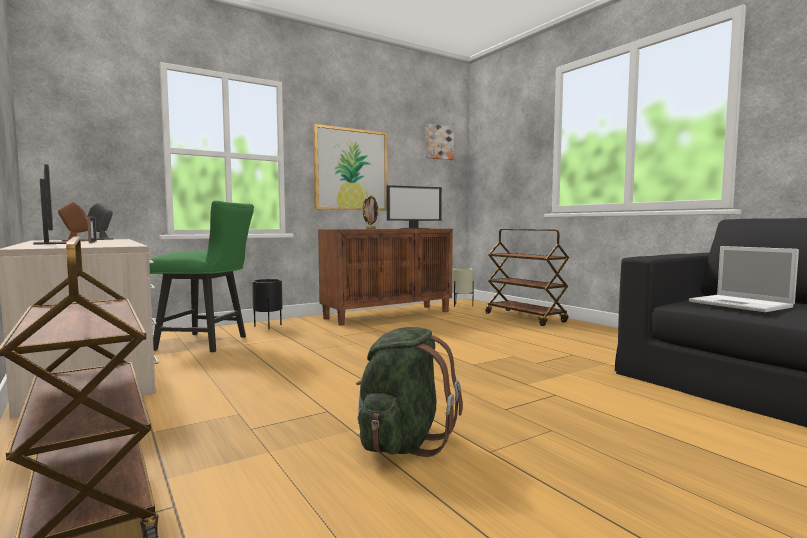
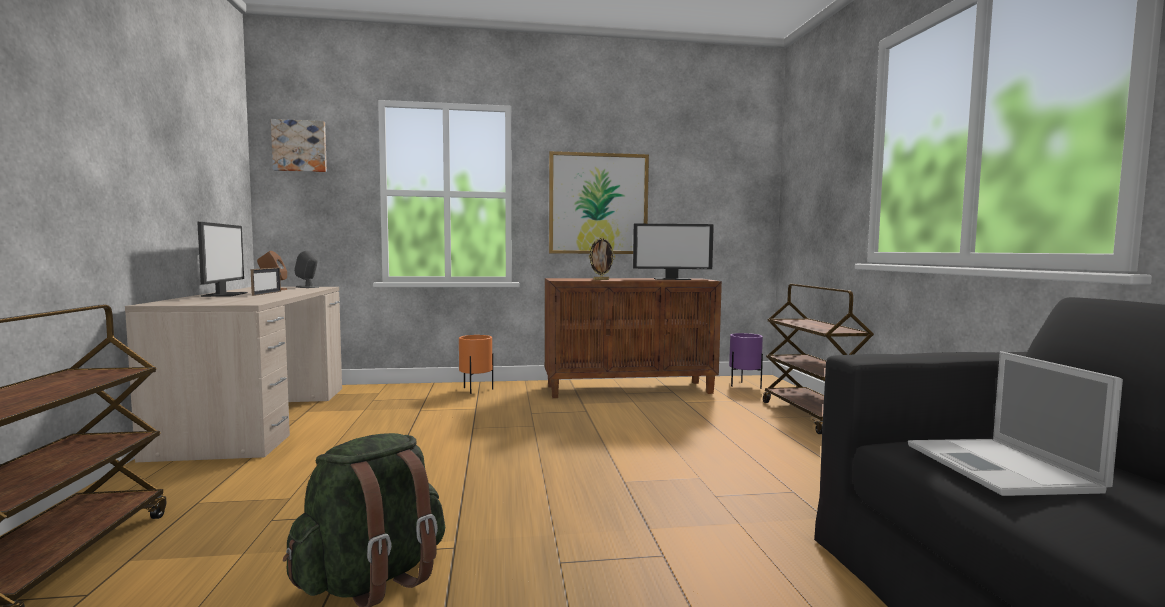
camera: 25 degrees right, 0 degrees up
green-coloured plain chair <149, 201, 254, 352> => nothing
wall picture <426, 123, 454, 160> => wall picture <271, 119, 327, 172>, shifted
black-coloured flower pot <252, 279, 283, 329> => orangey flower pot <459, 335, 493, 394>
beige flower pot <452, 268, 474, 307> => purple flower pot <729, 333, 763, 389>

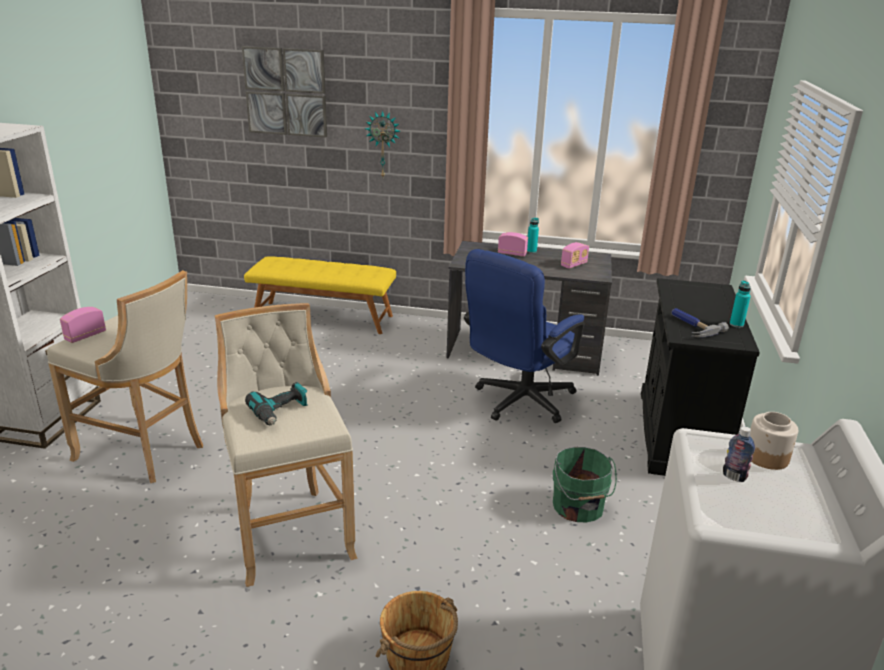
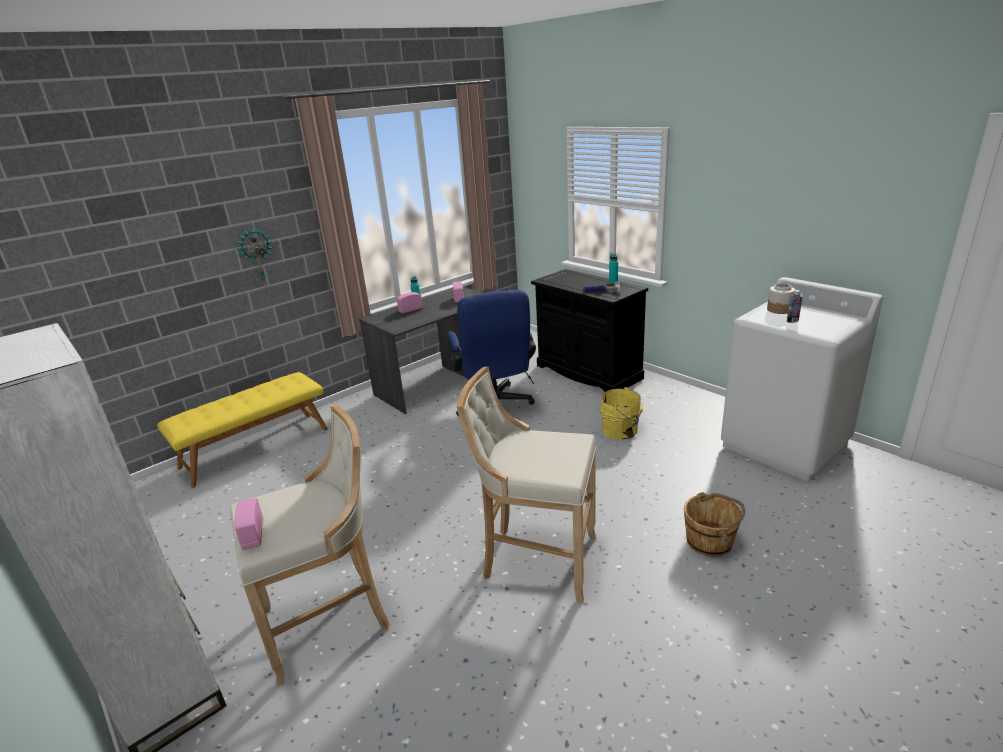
camera: 50 degrees left, 0 degrees up
wall picture <242, 46, 327, 137> => nothing
power drill <245, 382, 307, 425> => nothing
green-coloured pail <553, 447, 617, 522> => yellow pail <600, 387, 643, 439>

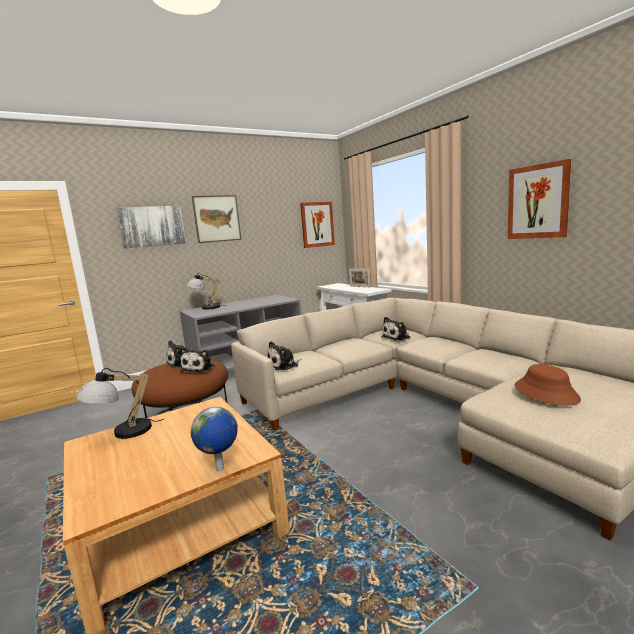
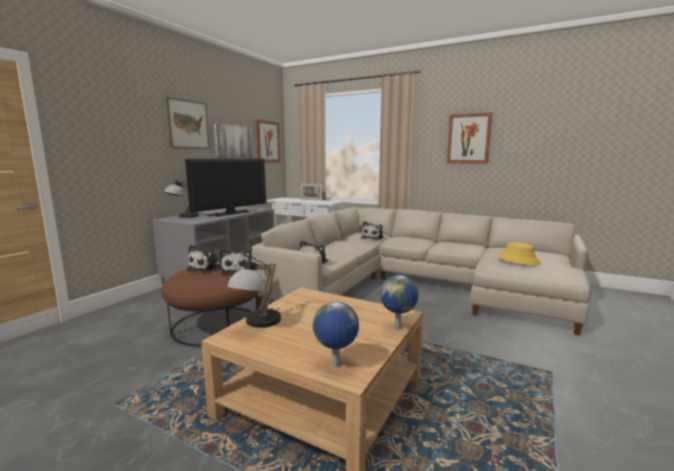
camera: 30 degrees left, 0 degrees up
nothing => TV <185, 159, 266, 216>
nothing => desk globe <313, 301, 359, 367>
wall picture <117, 206, 186, 248> => wall picture <214, 124, 253, 158>, shifted
brown-coloured clothing hat <515, 364, 581, 406> => yellow clothing hat <497, 242, 541, 265>

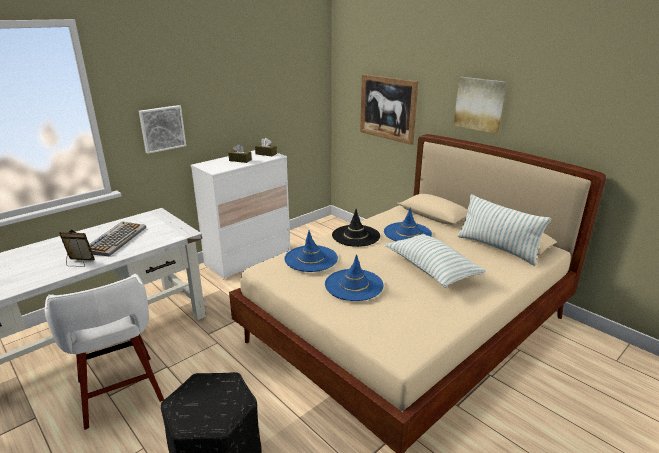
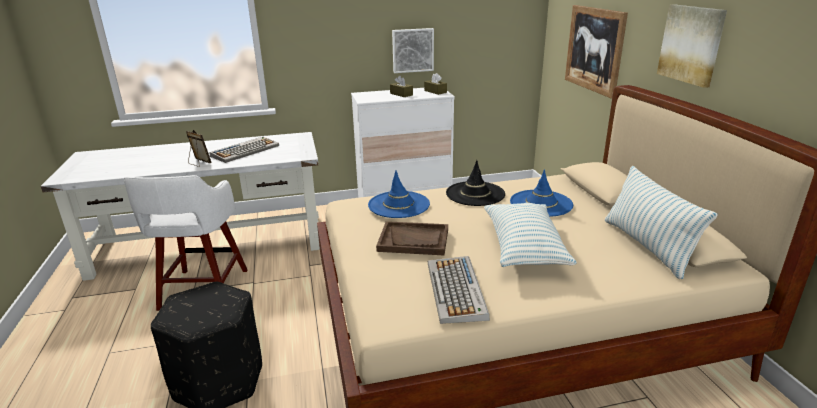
camera: 30 degrees right, 0 degrees up
nothing => computer keyboard <428, 256, 490, 324>
wall picture <139, 105, 186, 154> => wall picture <392, 28, 434, 73>, shifted
blue-coloured clothing hat <325, 254, 383, 301> => brown-coloured serving tray <376, 221, 448, 256>

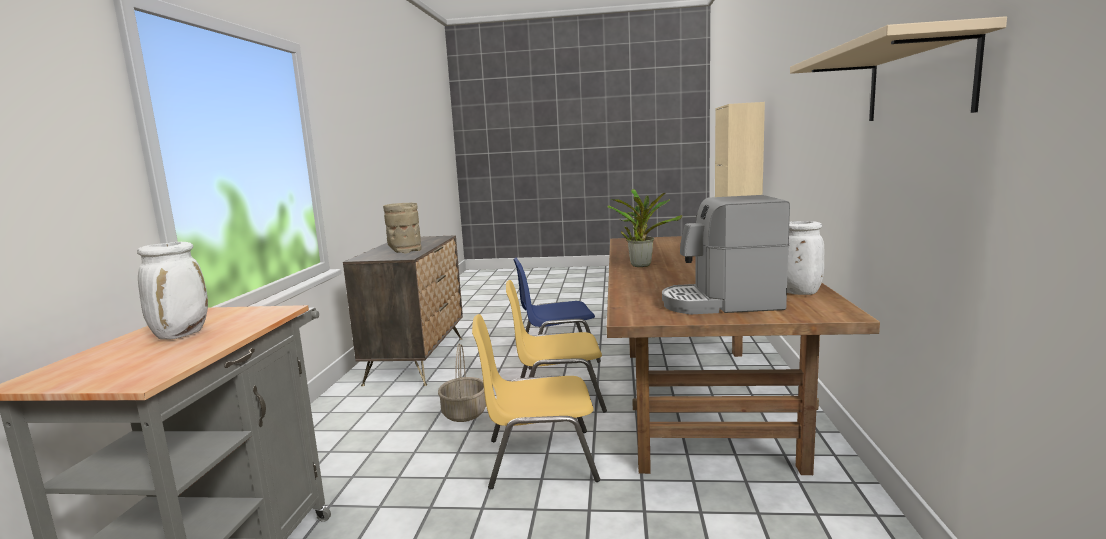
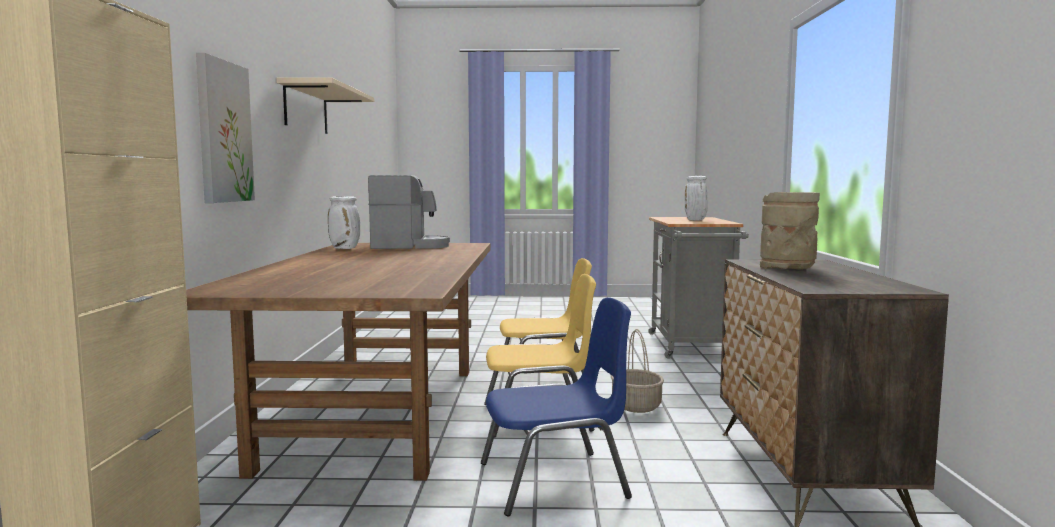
camera: 175 degrees right, 5 degrees down
plant in a pot <608, 189, 682, 267> => nothing
nothing => wall picture <196, 53, 255, 203>

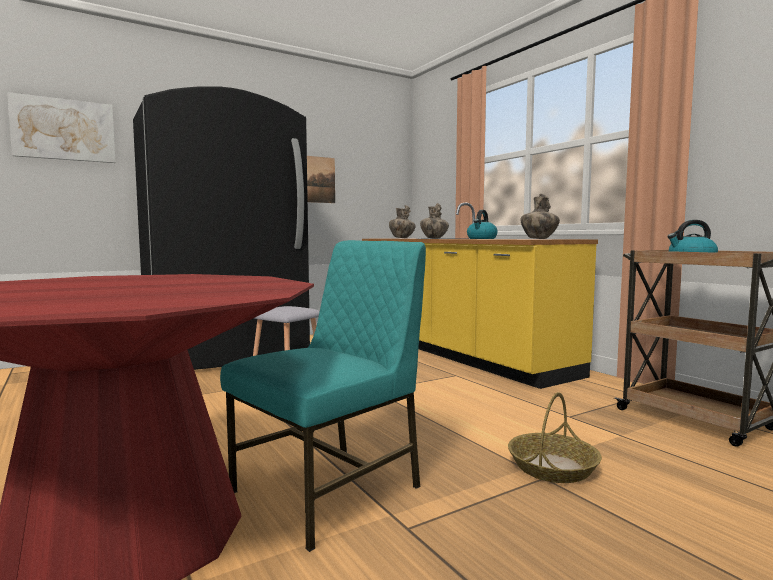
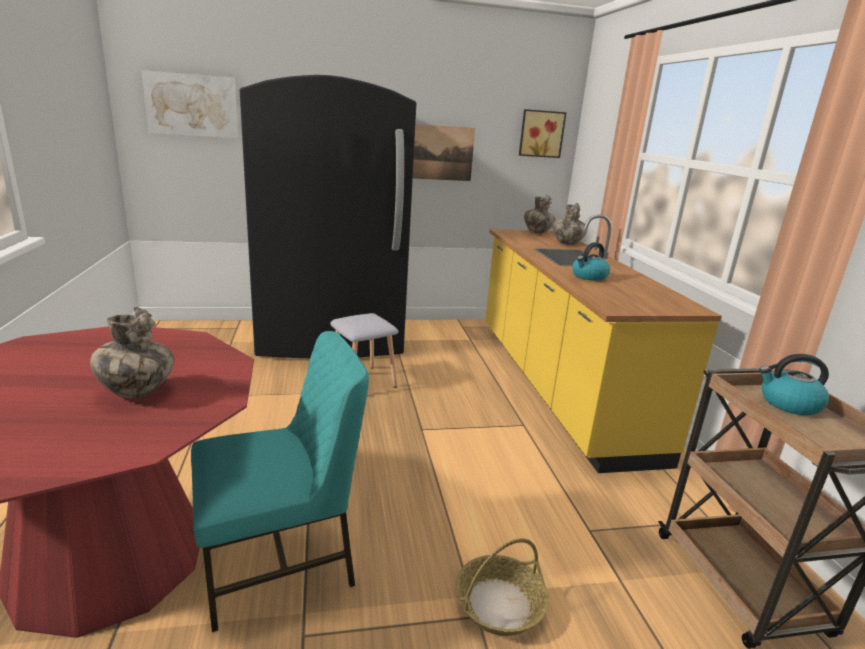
camera: 20 degrees right, 15 degrees up
nothing => wall picture <519, 109, 567, 158>
decorative vase <521, 194, 560, 239> => decorative vase <90, 307, 175, 399>, shifted

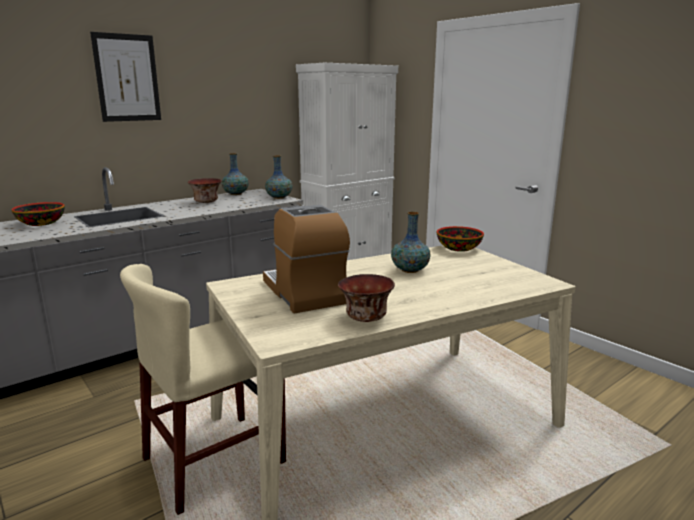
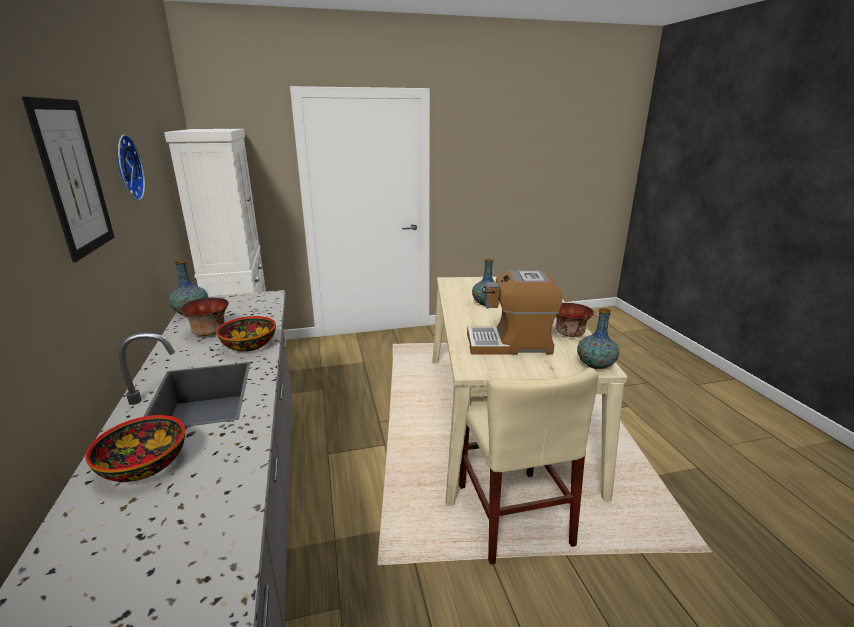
camera: 65 degrees left, 5 degrees up
nothing => hanging clock <117, 134, 145, 201>
decorative vase <265, 156, 292, 199> => decorative vase <577, 308, 619, 369>, shifted
bowl <437, 226, 484, 252> => bowl <216, 316, 276, 352>, shifted

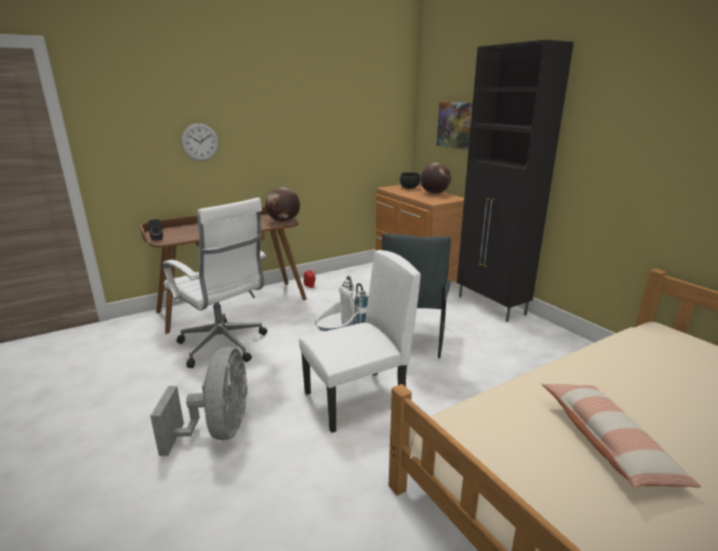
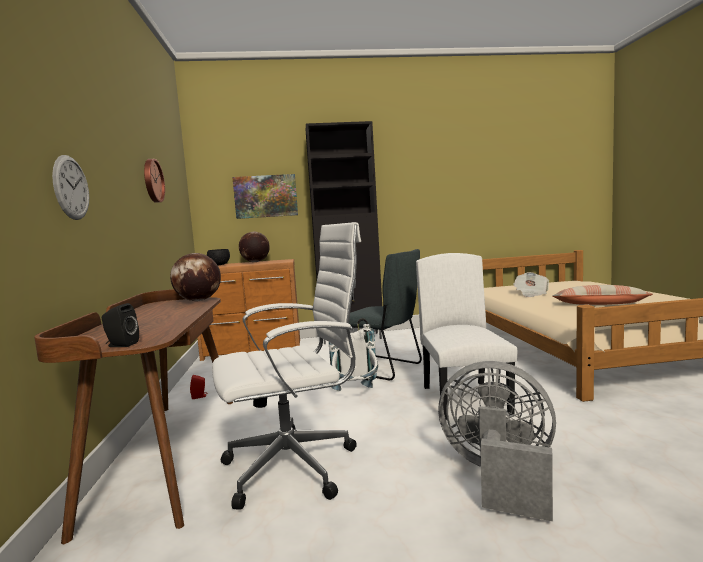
camera: 65 degrees left, 15 degrees down
nothing => hanging clock <144, 159, 165, 203>
nothing => newspaper <513, 272, 549, 297>

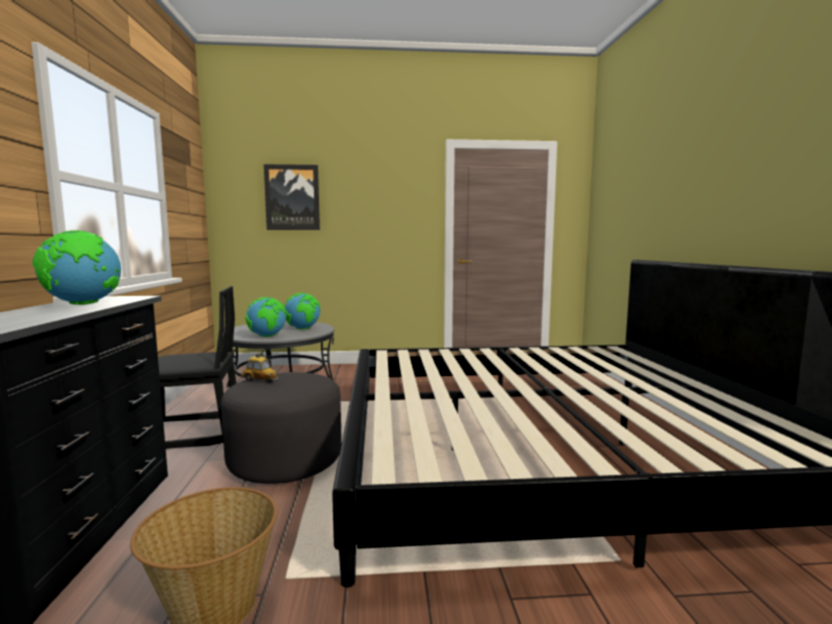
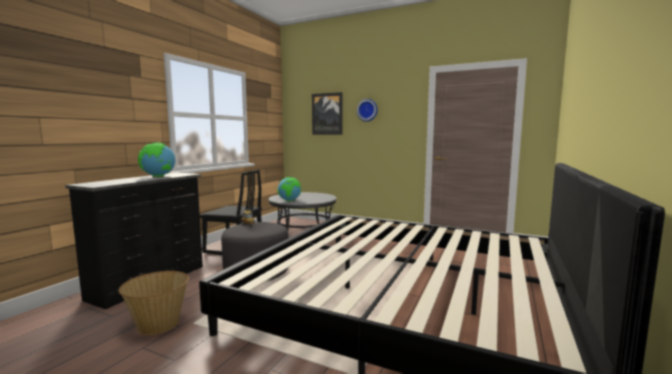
camera: 30 degrees right, 0 degrees up
desk globe <284, 293, 320, 329> => nothing
nothing => hanging clock <357, 99, 378, 122>

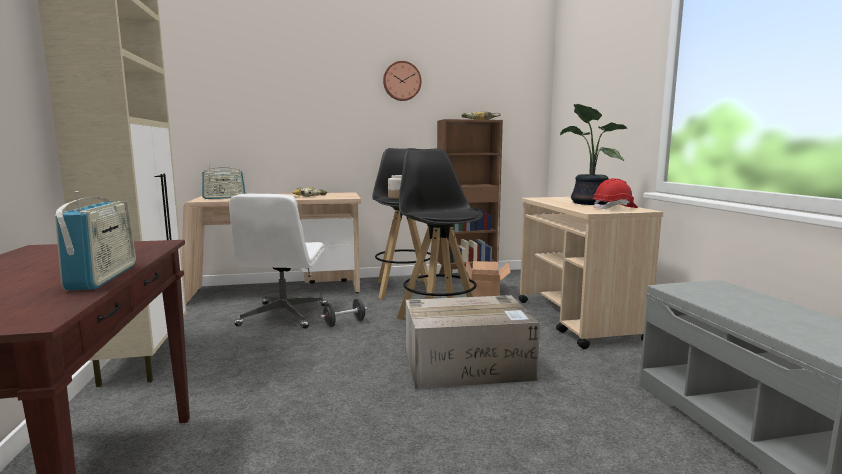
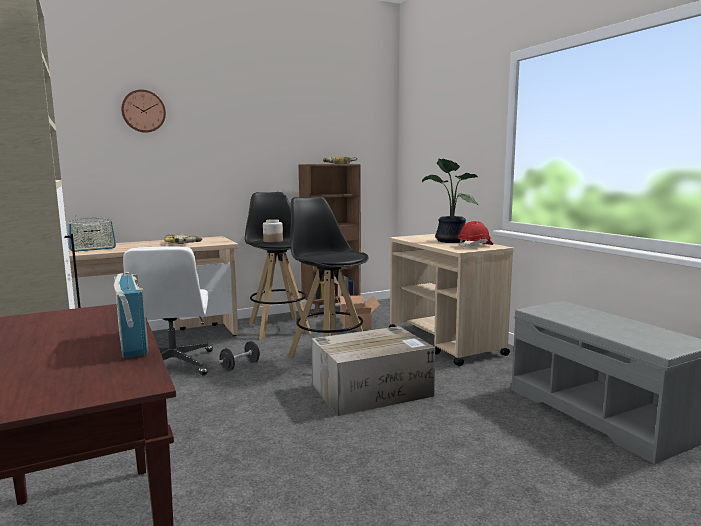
camera: 15 degrees left, 0 degrees up
hanging clock <383, 61, 422, 101> => hanging clock <121, 90, 166, 133>, shifted

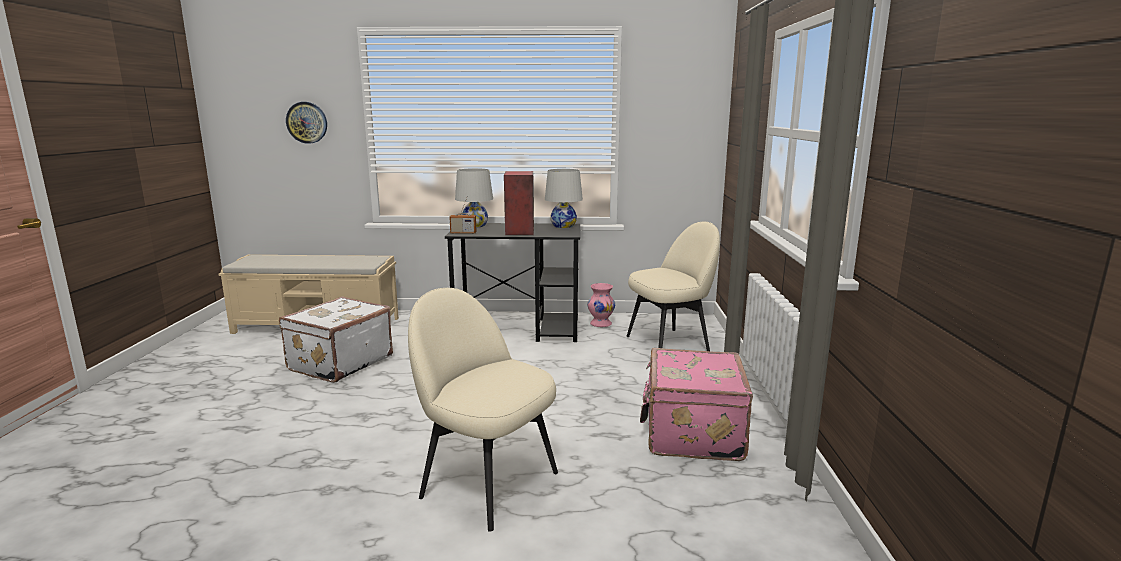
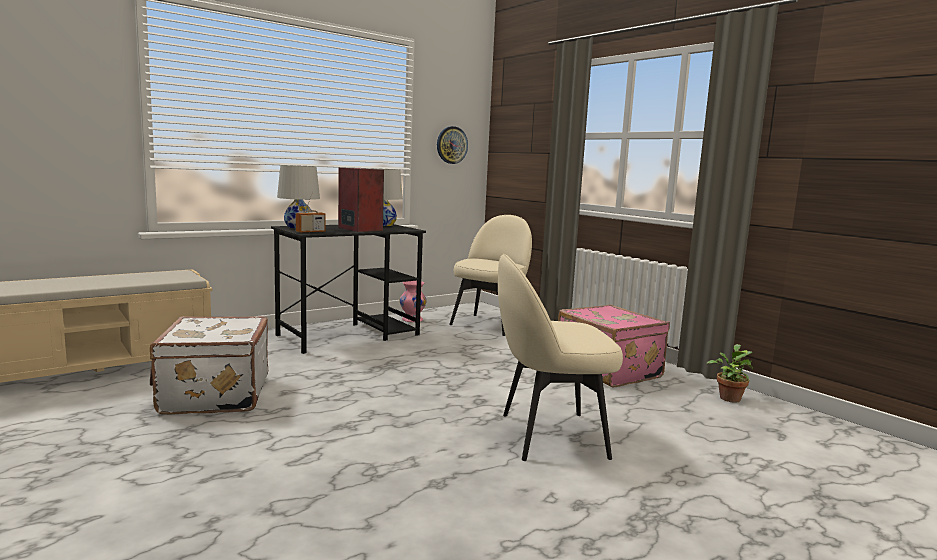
camera: 40 degrees left, 5 degrees down
nothing => plant in a pot <707, 344, 753, 402>
hanging clock <286, 102, 327, 144> => hanging clock <437, 126, 468, 164>, shifted

